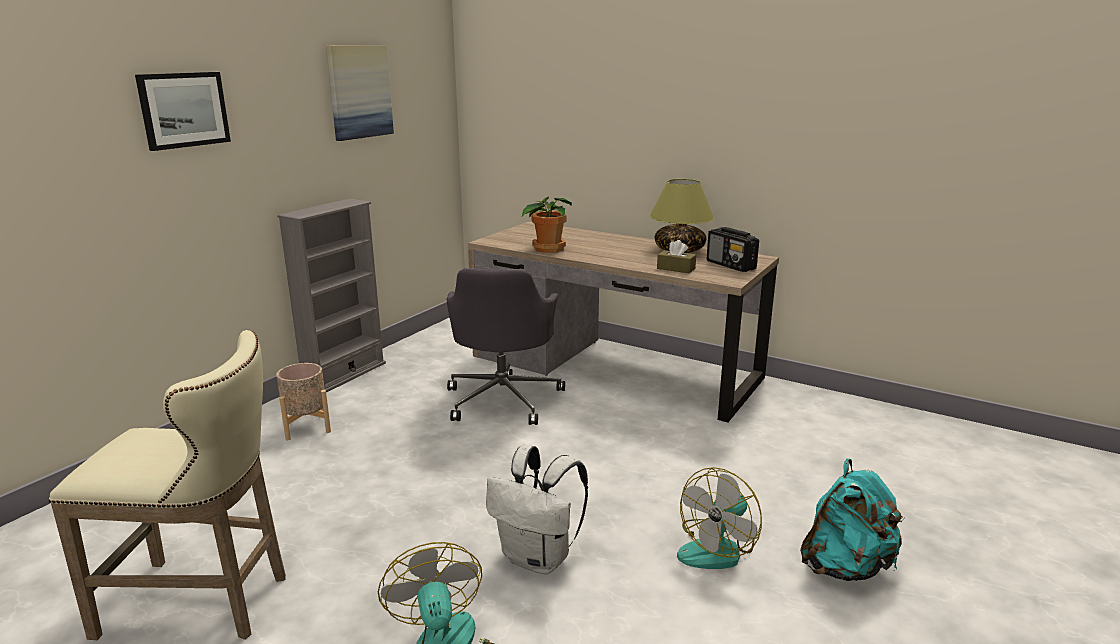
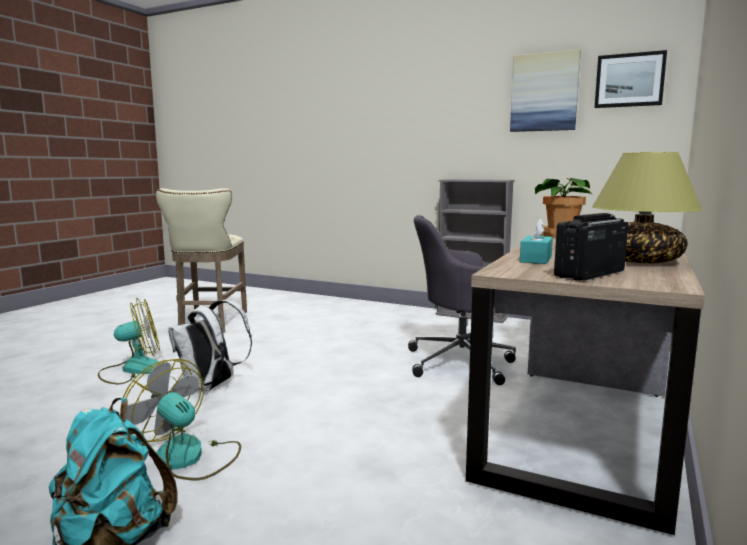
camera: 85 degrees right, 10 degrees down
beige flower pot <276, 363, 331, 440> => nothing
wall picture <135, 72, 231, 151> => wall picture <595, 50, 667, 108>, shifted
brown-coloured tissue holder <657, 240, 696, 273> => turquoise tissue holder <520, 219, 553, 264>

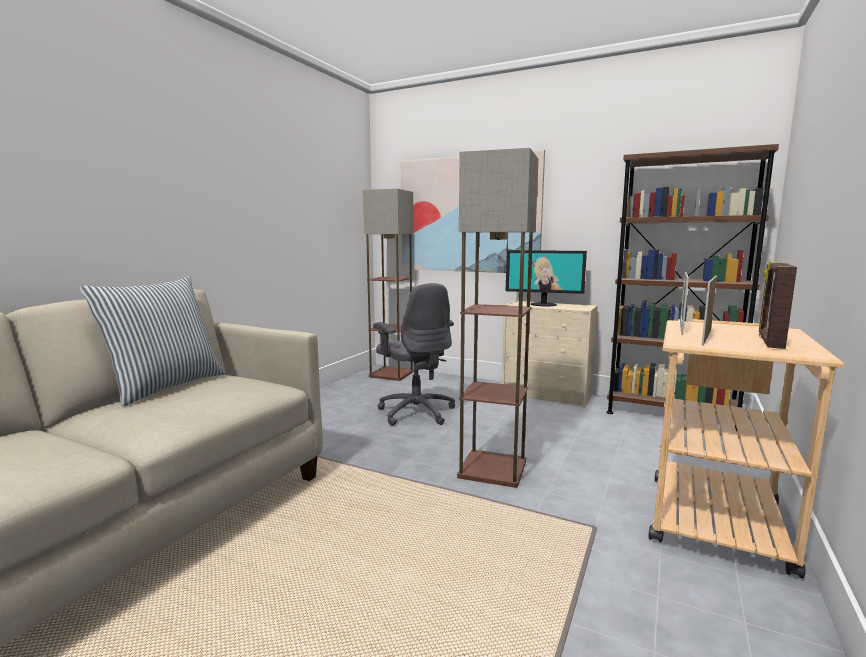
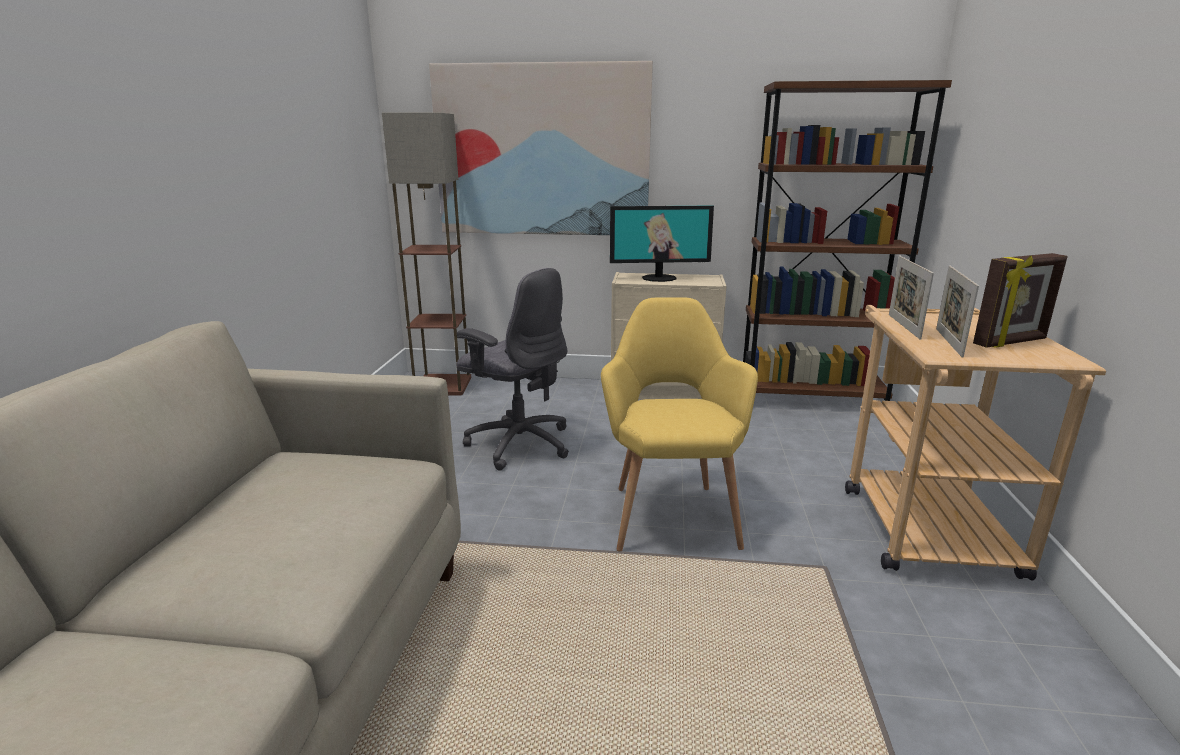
camera: 20 degrees left, 10 degrees up
throw pillow <79, 276, 225, 407> => nothing
standing lamp <457, 148, 538, 488> => yellow armchair <601, 297, 758, 551>
standing frame <759, 260, 797, 349> => standing frame <973, 253, 1068, 348>, 120 degrees counterclockwise

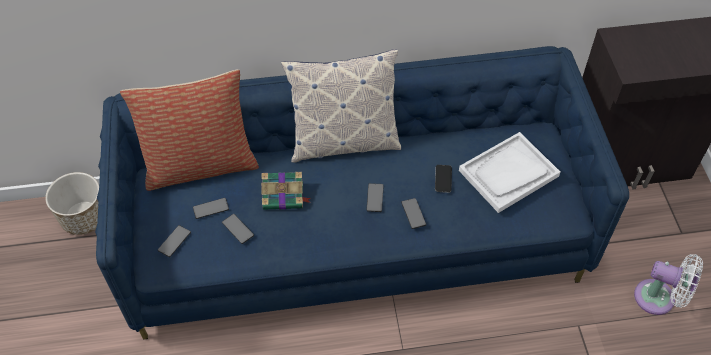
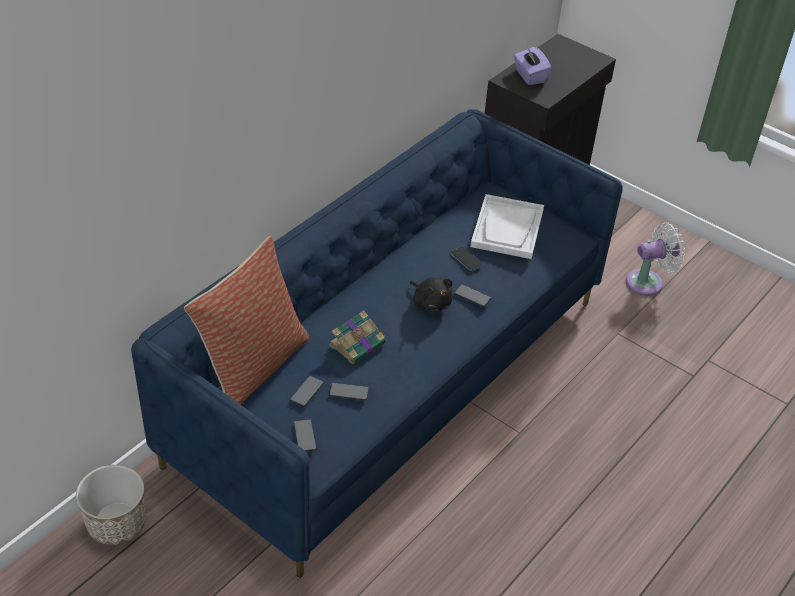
camera: 45 degrees left, 10 degrees down
throw pillow <281, 49, 401, 163> => nothing
nothing => purple tissue holder <514, 46, 551, 85>
handset <367, 183, 384, 212> => black-coloured plush toy <410, 277, 453, 312>

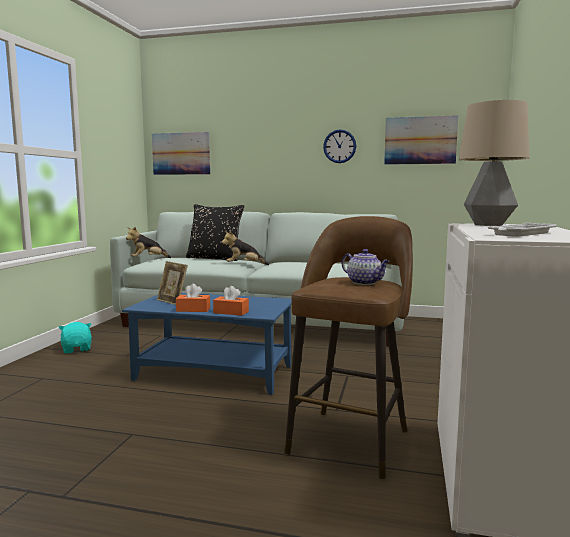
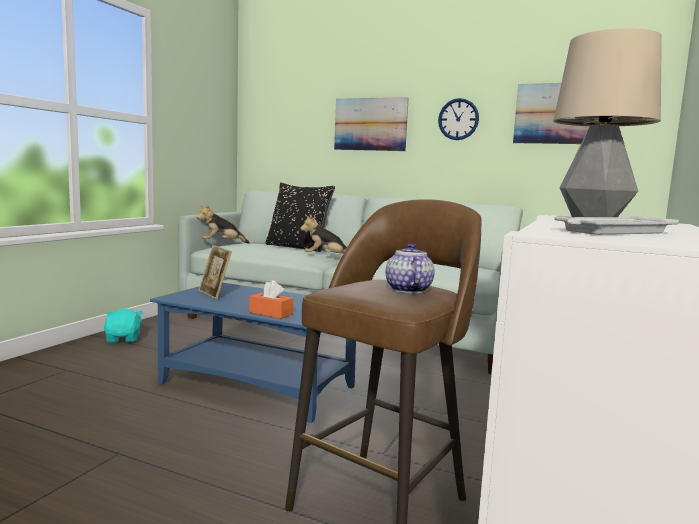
camera: 10 degrees right, 0 degrees up
orangey tissue holder <176, 284, 210, 312> => nothing
wall picture <152, 132, 210, 175> => wall picture <334, 97, 409, 151>, shifted
pot for tea <342, 249, 390, 285> => pot for tea <386, 243, 435, 293>, 150 degrees counterclockwise

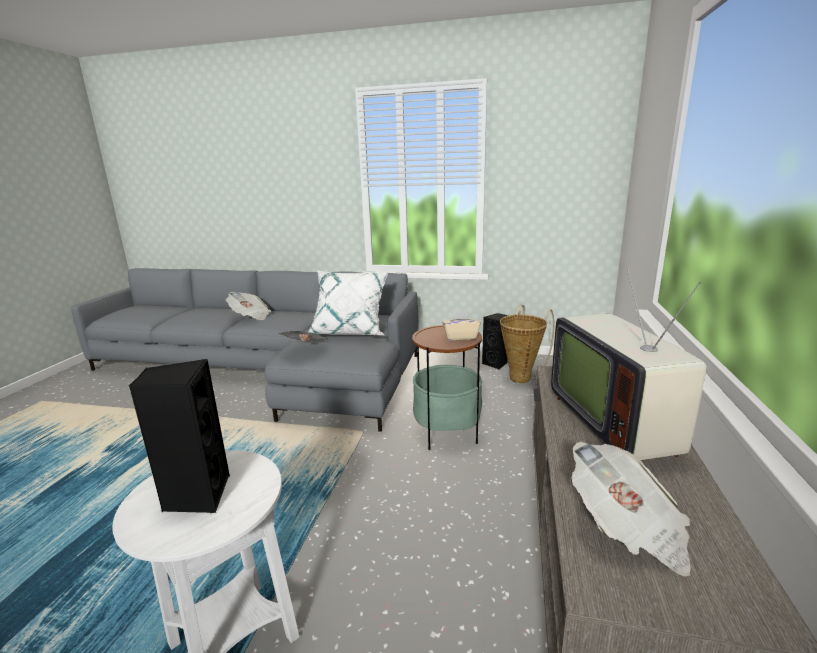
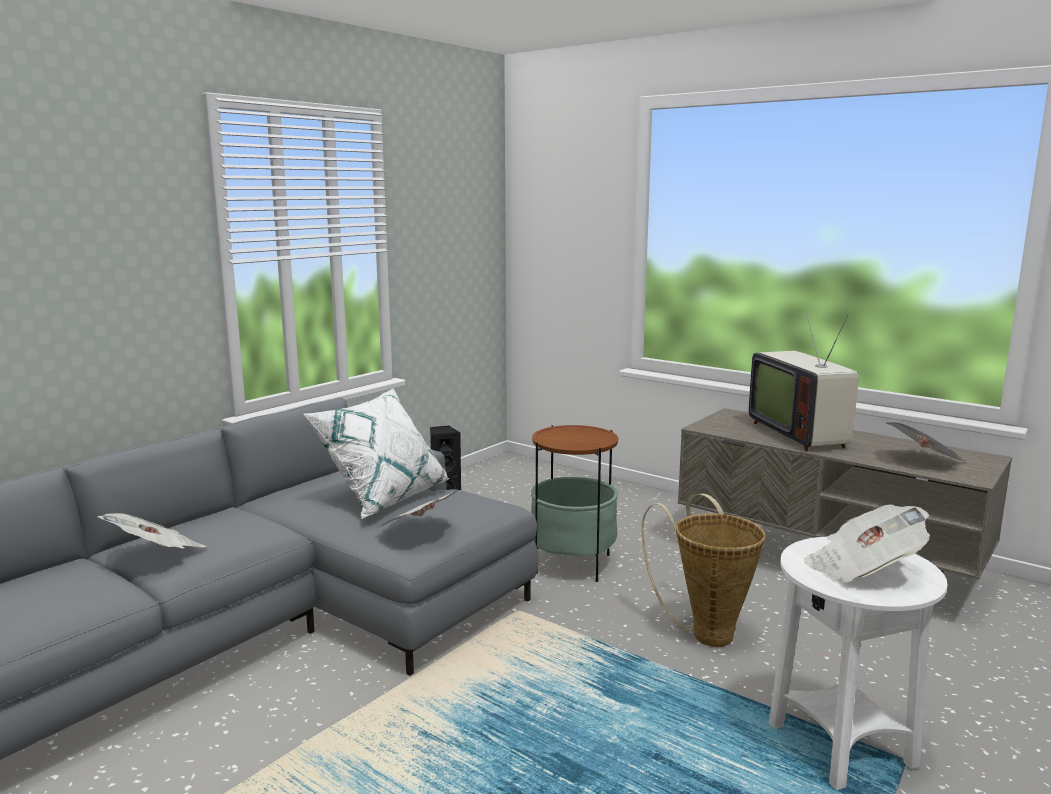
camera: 65 degrees left, 5 degrees down
beige tissue holder <442, 310, 481, 340> => nothing
basket <500, 305, 554, 383> => basket <641, 493, 765, 647>, shifted
black-coloured loudspeaker <129, 359, 230, 513> => newspaper <804, 504, 930, 583>
TV <551, 266, 706, 460> => TV <749, 308, 859, 451>, 60 degrees clockwise

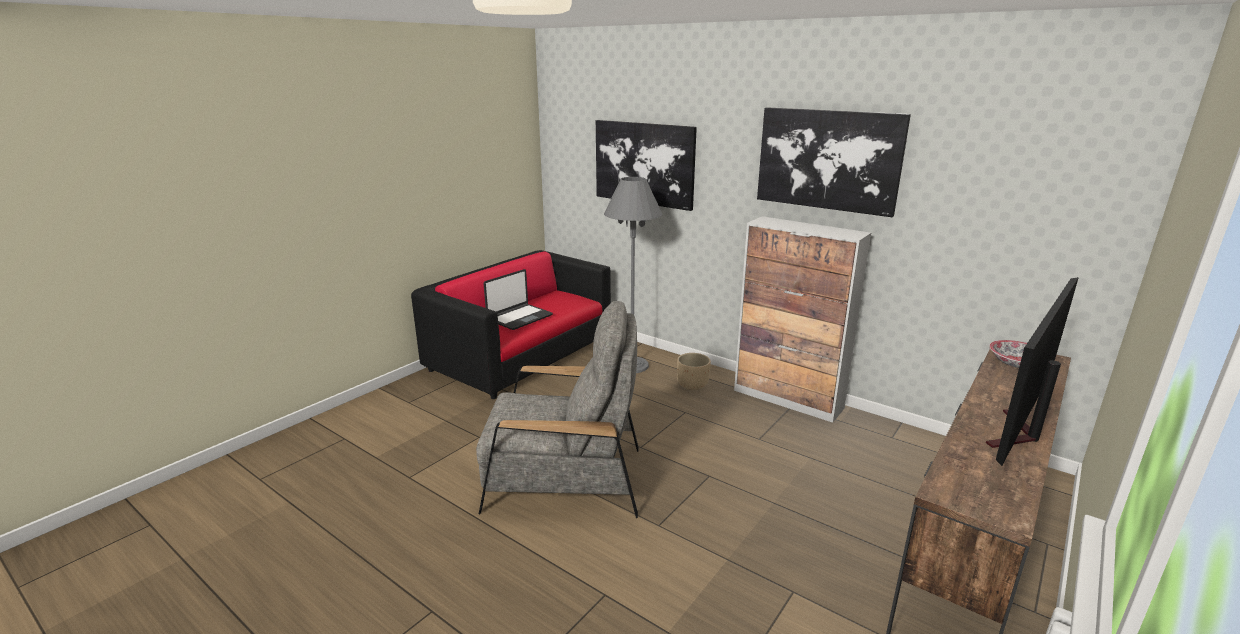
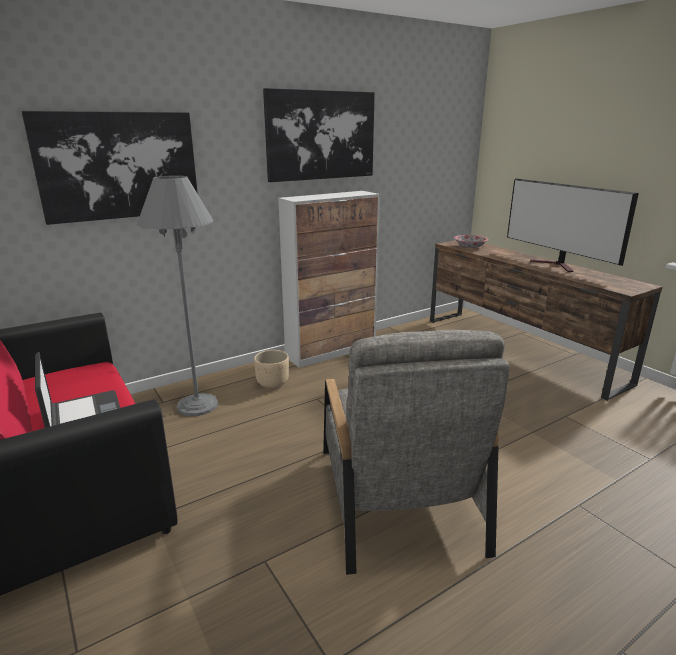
camera: 70 degrees left, 0 degrees up
grey armchair <476, 301, 639, 518> => grey armchair <323, 330, 509, 575>, 150 degrees clockwise

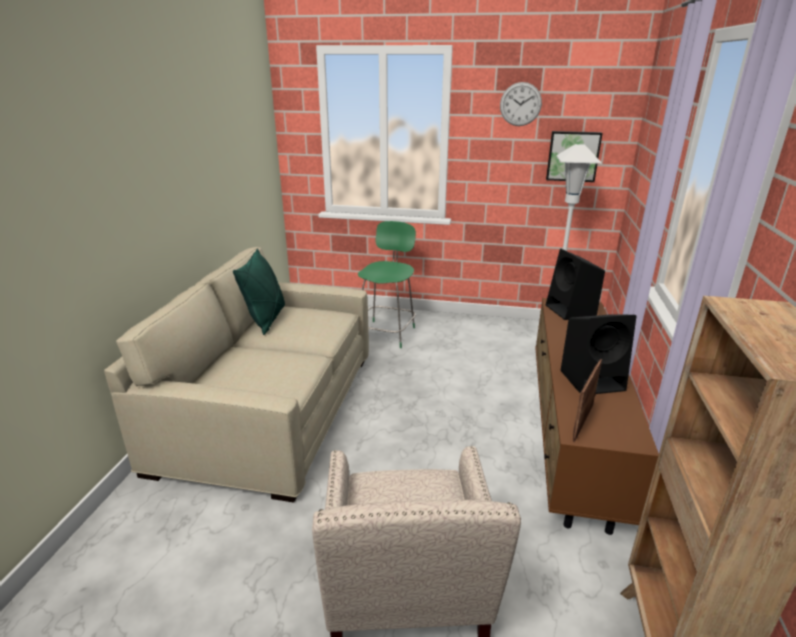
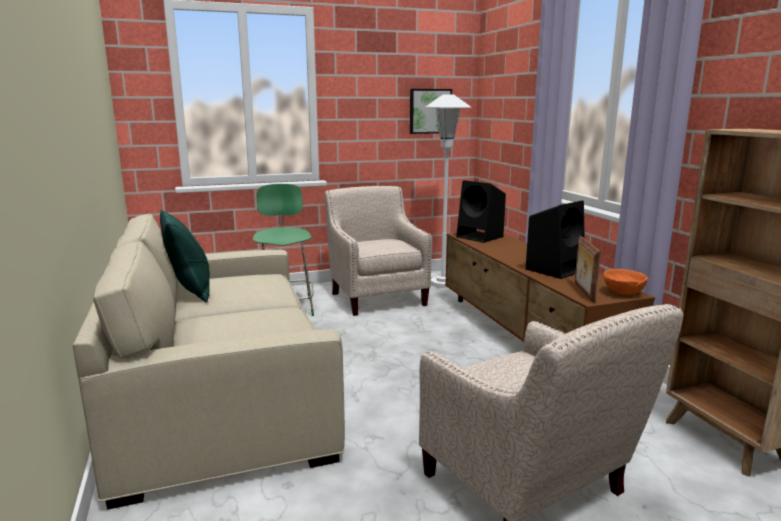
camera: 30 degrees left, 10 degrees down
hanging clock <500, 82, 542, 126> => nothing
nothing => beige armchair <325, 186, 432, 316>
nothing => orangey bowl <603, 269, 648, 295>

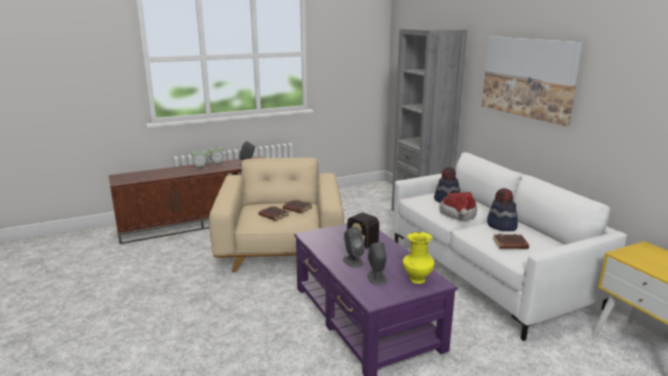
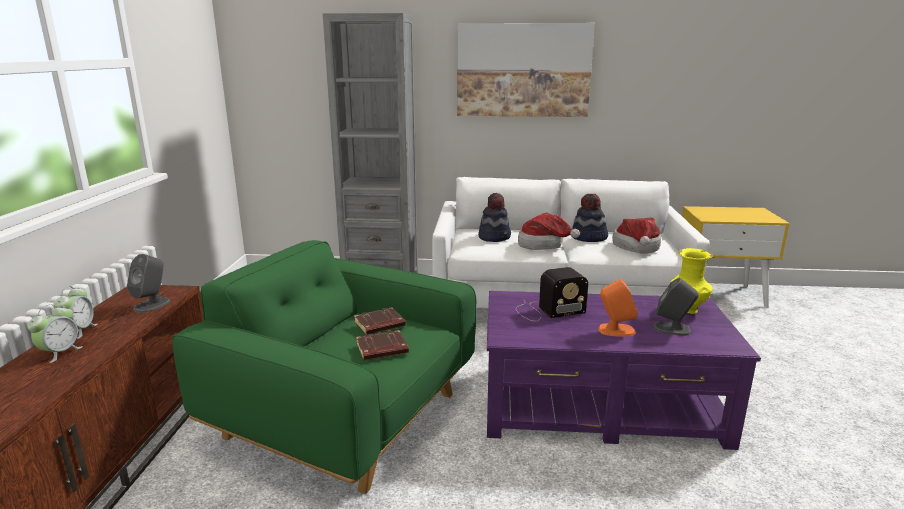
camera: 60 degrees left, 0 degrees up
brown-coloured book <493, 234, 529, 249> => clothing hat <612, 218, 661, 253>
beige armchair <209, 158, 344, 272> => green-coloured armchair <172, 240, 476, 494>
grey loudspeaker <343, 227, 365, 267> => orangey loudspeaker <598, 279, 638, 337>

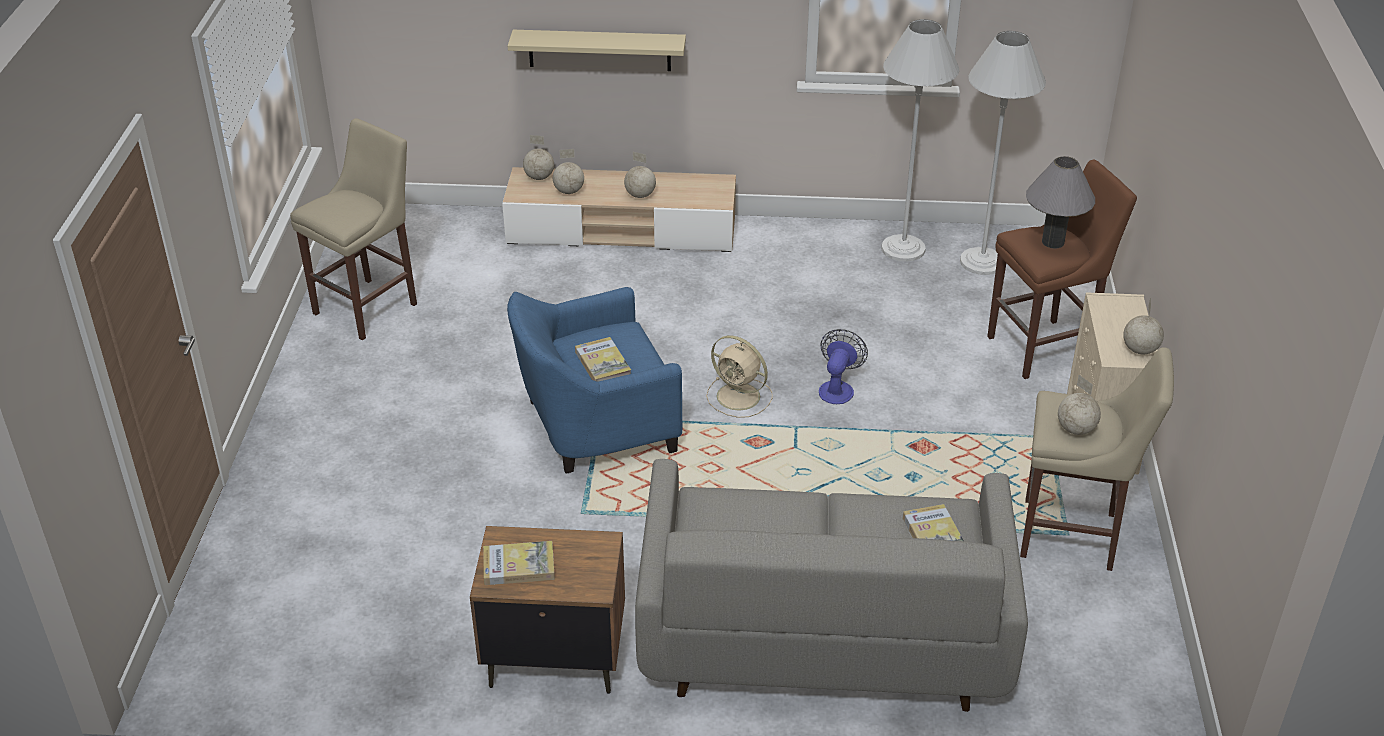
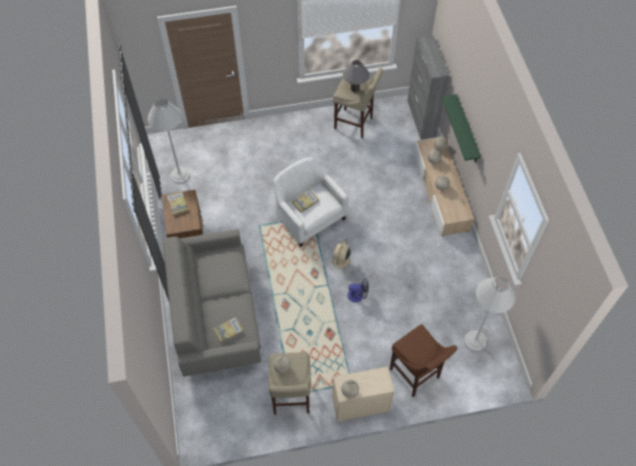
camera: 75 degrees right, 20 degrees up
nothing => grey cabinet <407, 35, 449, 140>
white standing lamp <881, 19, 959, 262> => white standing lamp <148, 99, 190, 183>, shifted
grey tabletop lamp <1026, 156, 1095, 249> => grey tabletop lamp <343, 60, 369, 92>, shifted
blue-coloured armchair <507, 287, 682, 474> => white armchair <274, 157, 348, 247>
beige bracket shelf <508, 30, 686, 71> => green-coloured bracket shelf <442, 94, 481, 163>

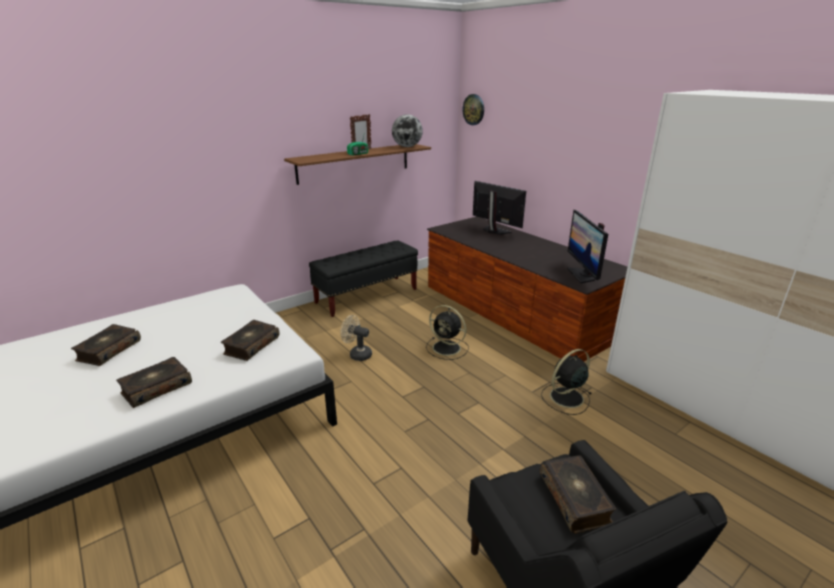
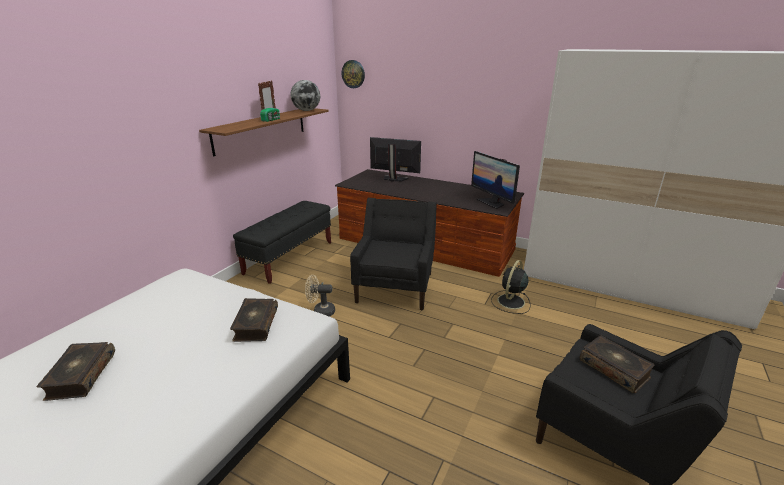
camera: 25 degrees left, 0 degrees up
book <116, 357, 192, 408> => nothing
black-coloured fan <426, 305, 469, 360> => black-coloured armchair <350, 198, 436, 310>

